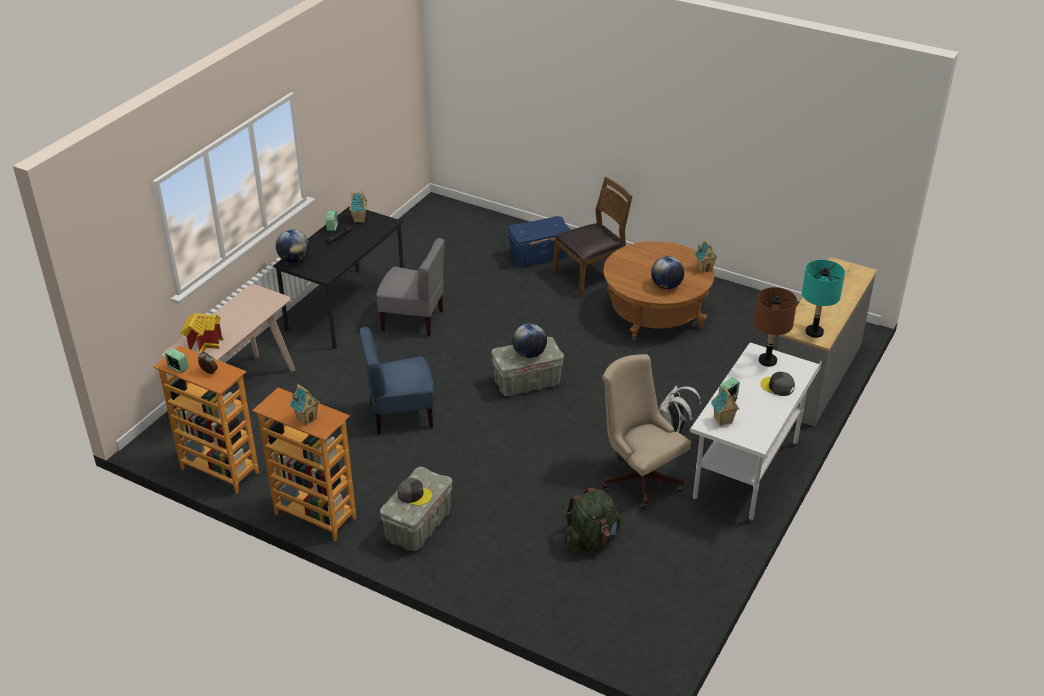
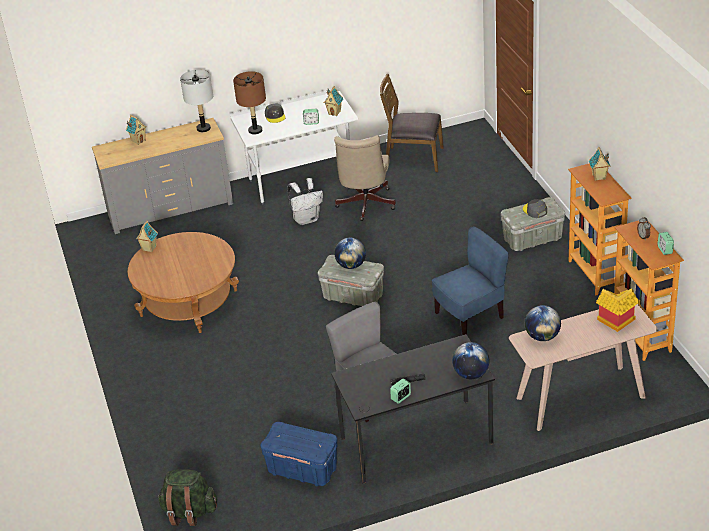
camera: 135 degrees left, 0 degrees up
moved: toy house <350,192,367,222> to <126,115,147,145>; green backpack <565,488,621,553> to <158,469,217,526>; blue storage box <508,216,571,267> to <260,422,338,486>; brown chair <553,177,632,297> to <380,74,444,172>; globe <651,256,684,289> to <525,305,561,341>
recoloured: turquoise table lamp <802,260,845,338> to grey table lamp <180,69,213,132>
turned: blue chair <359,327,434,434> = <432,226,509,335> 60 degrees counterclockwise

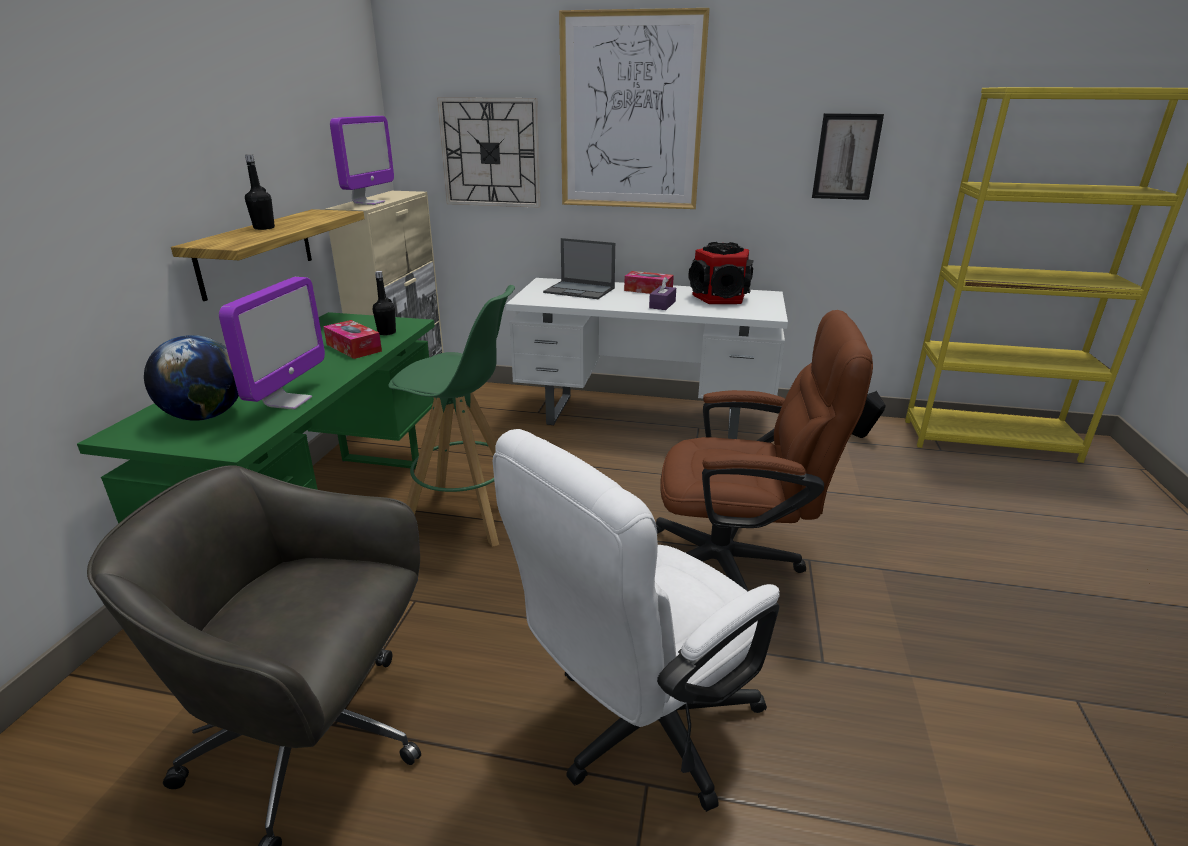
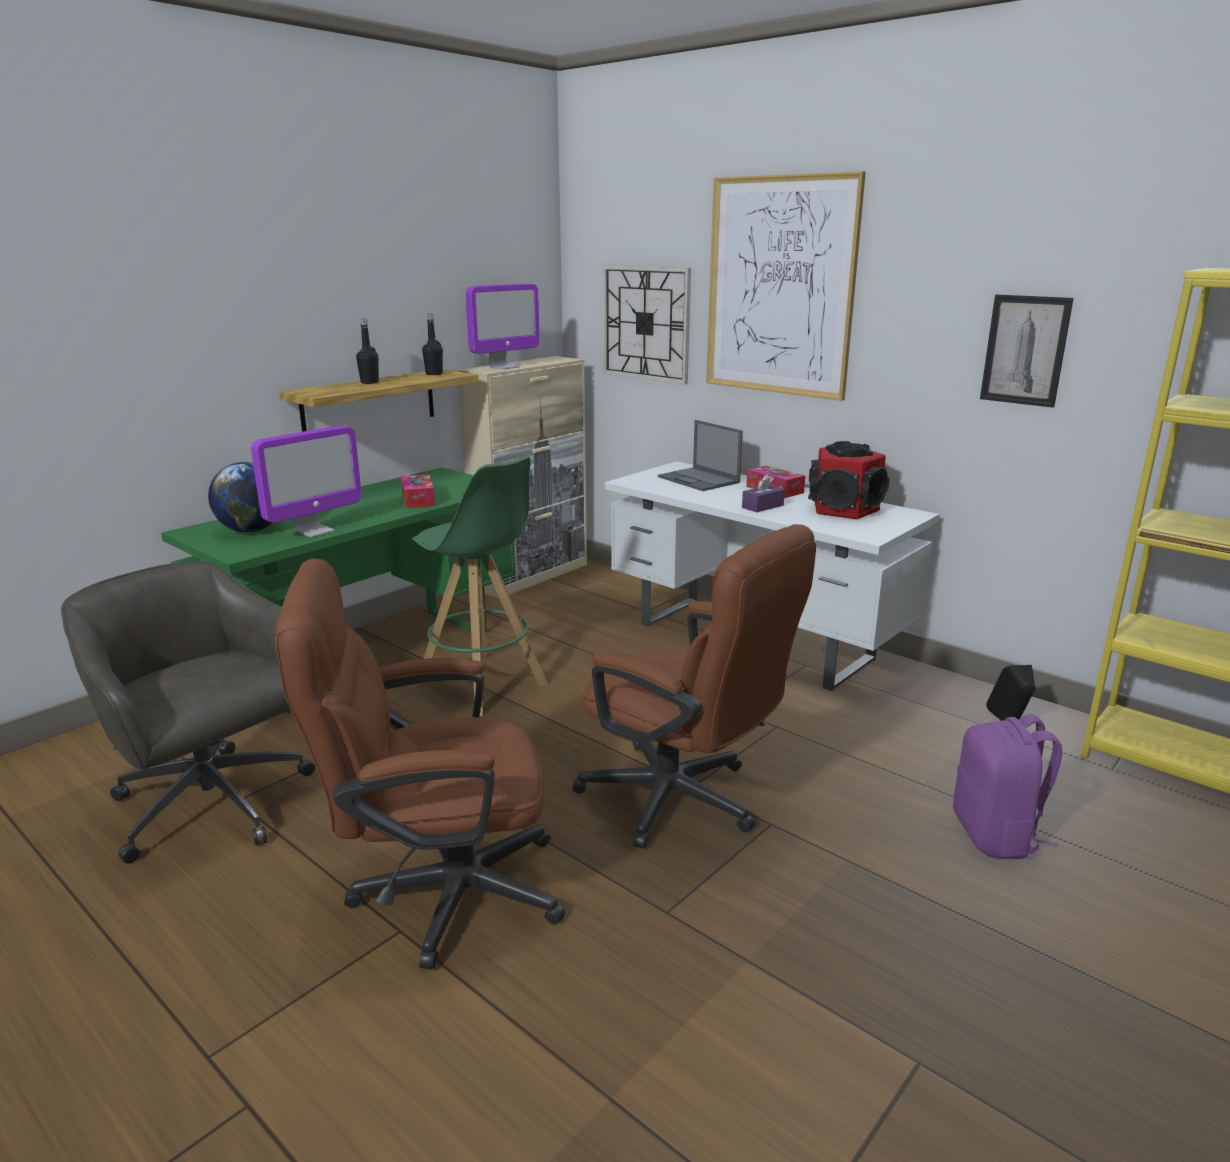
camera: 30 degrees right, 5 degrees down
added: purple backpack <953,714,1062,859>
moved: black bottle <372,271,396,335> to <422,314,443,375>
recoloured: white office chair <493,429,780,812> to brown office chair <275,558,565,969>

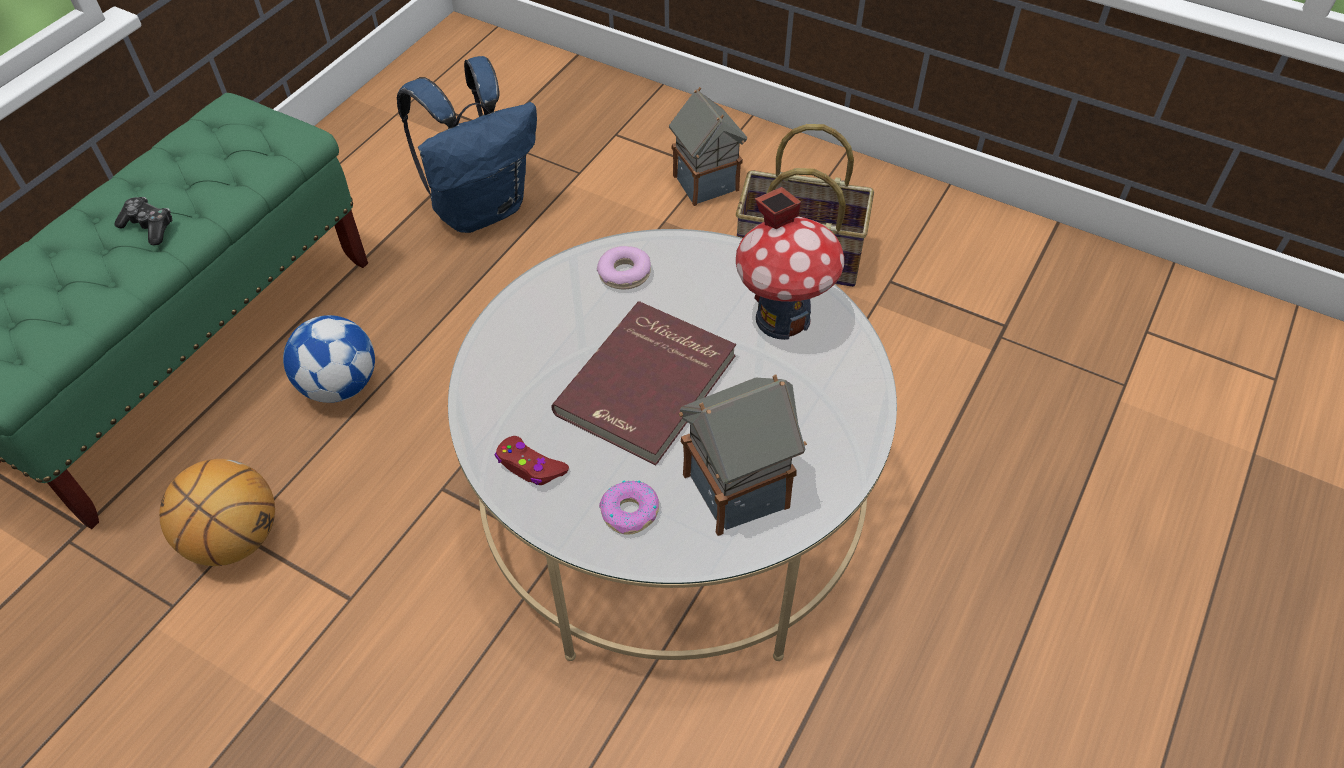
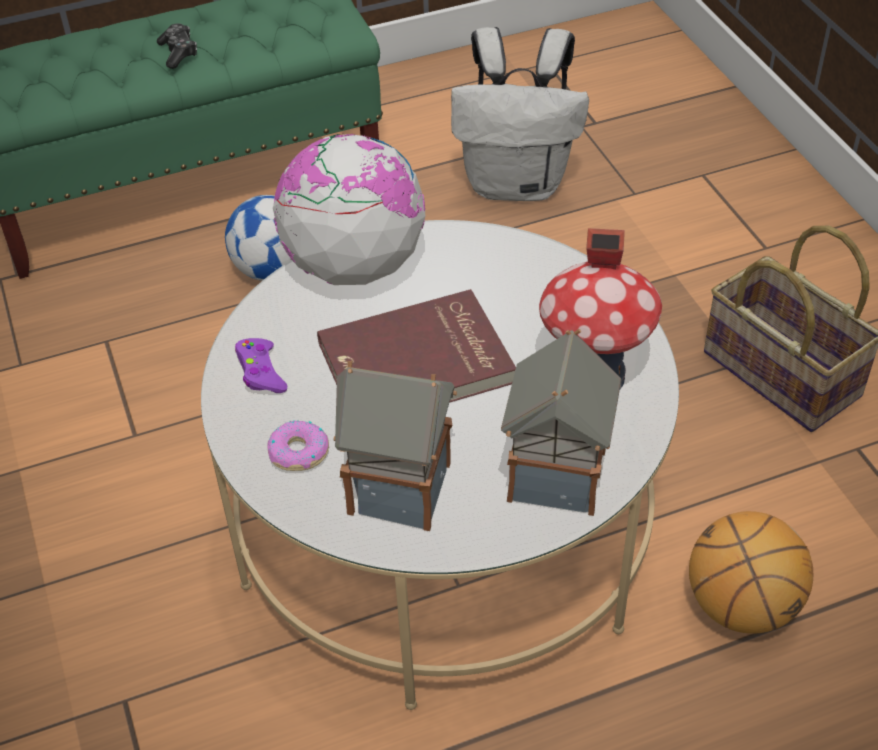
camera: 40 degrees right, 5 degrees down
removed: donut <597,246,651,289>
added: globe <273,134,425,285>
moved: toy house <669,87,747,206> to <501,329,621,516>; basketball <159,459,275,566> to <689,511,813,634>
recoloured: red game controller <495,436,569,485> to purple game controller <235,338,287,393>; blue backpack <397,56,537,233> to white backpack <451,27,589,201>

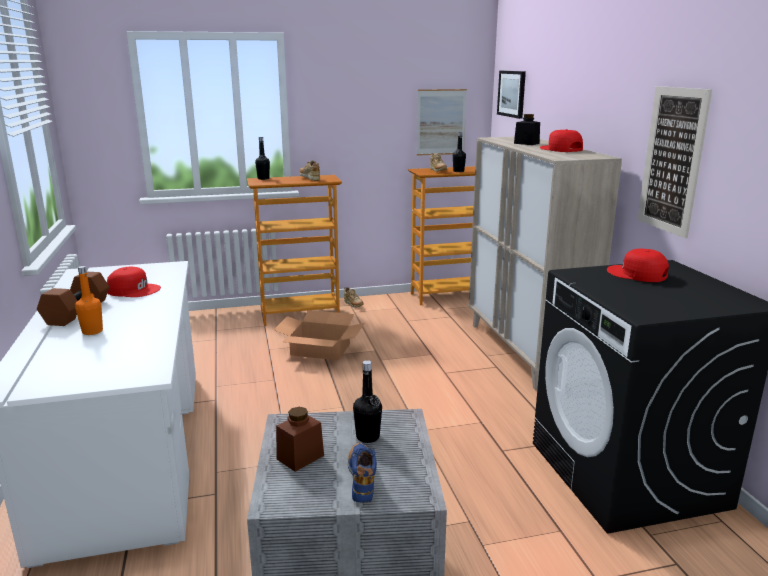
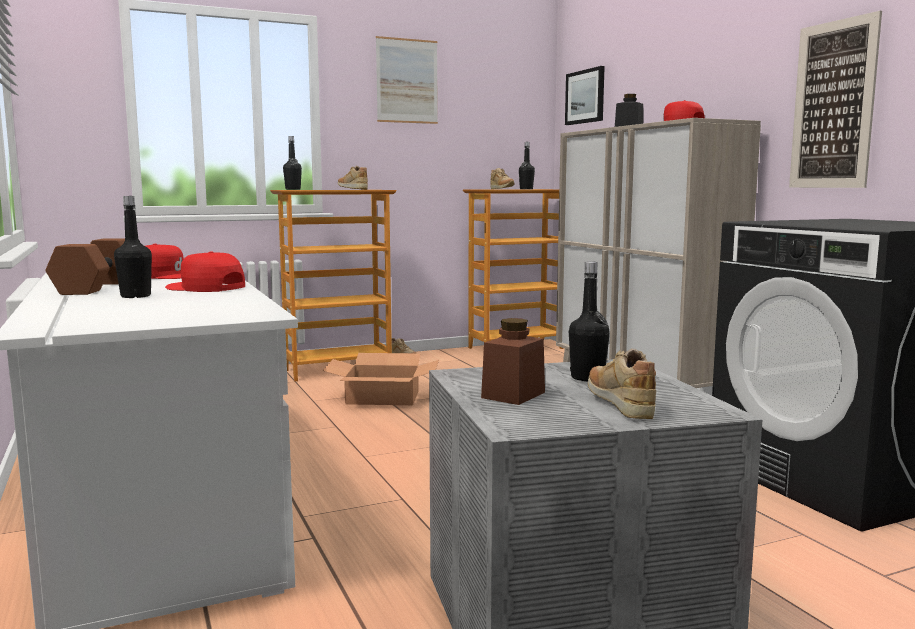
camera: 10 degrees left, 10 degrees down
moved: red cap <607,249,669,282> to <165,251,245,292>; picture <417,89,467,156> to <376,36,438,124>
recoloured: orange bottle <75,266,103,335> to black bottle <114,196,152,298>; blue shoe <348,443,377,503> to beige shoe <588,349,656,419>

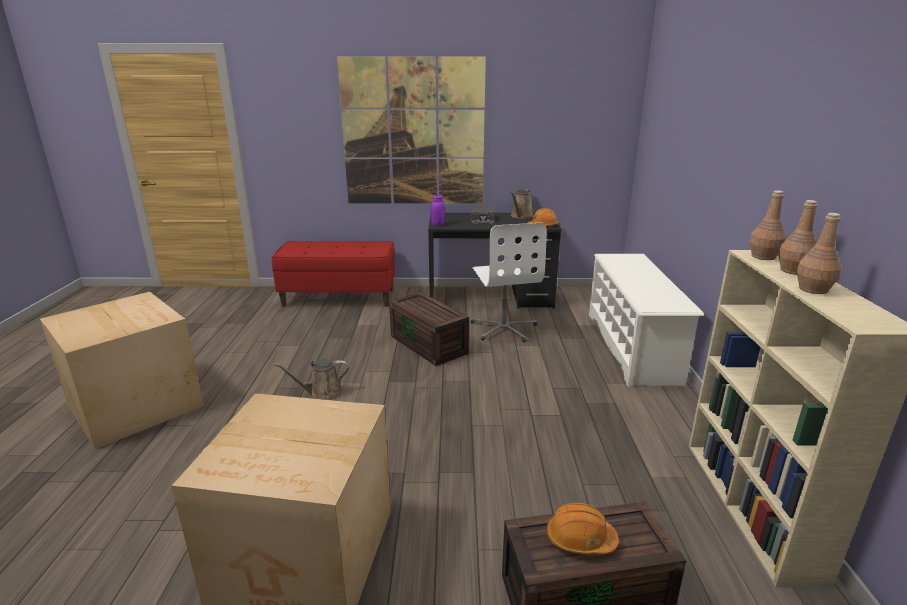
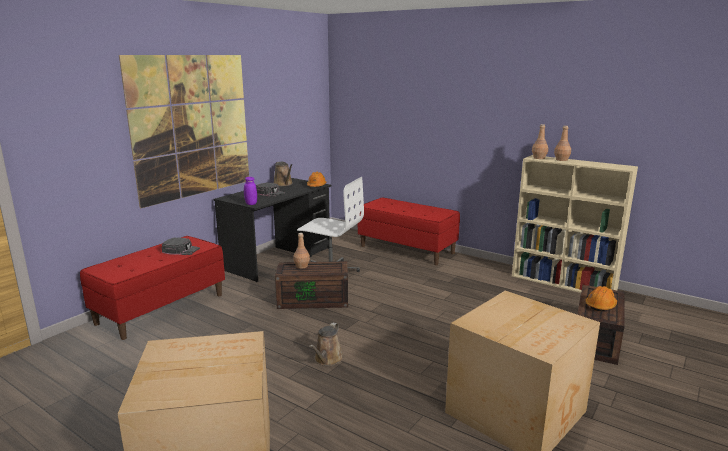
camera: 55 degrees left, 5 degrees down
added: black cap <162,237,200,255>
moved: brown bottle <797,213,841,294> to <293,233,310,269>
replaced: white shoe rack <589,254,704,387> to red bench <358,198,460,265>

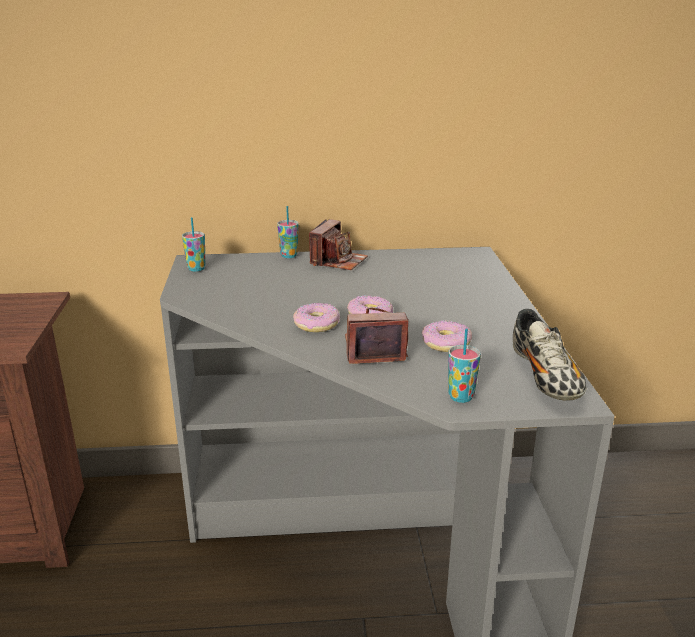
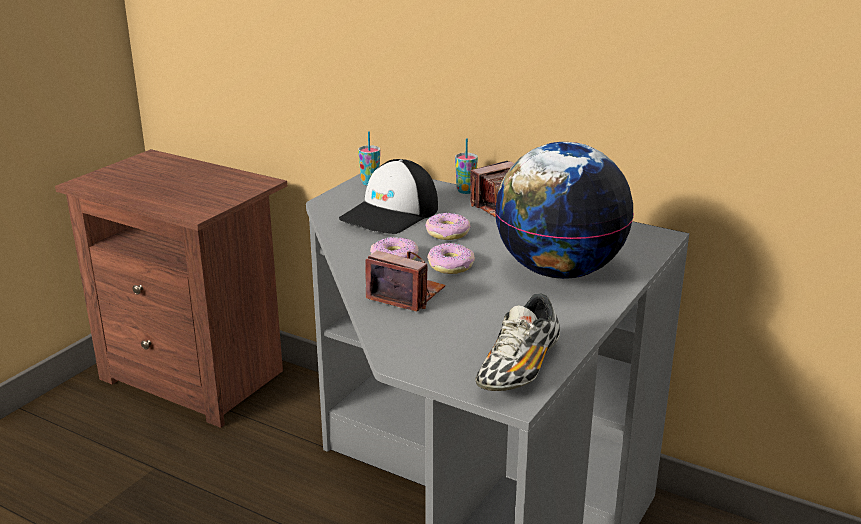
camera: 35 degrees right, 0 degrees up
removed: cup <448,328,481,403>
added: cap <339,159,438,234>; globe <495,142,634,279>
moved: donut <422,320,472,352> to <425,213,471,240>

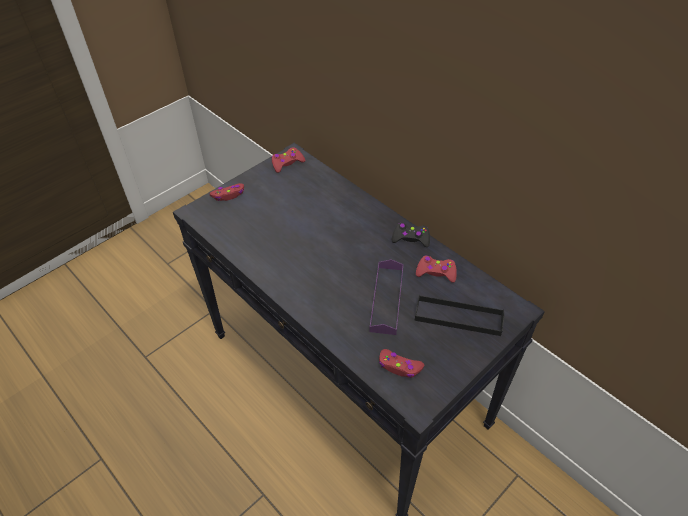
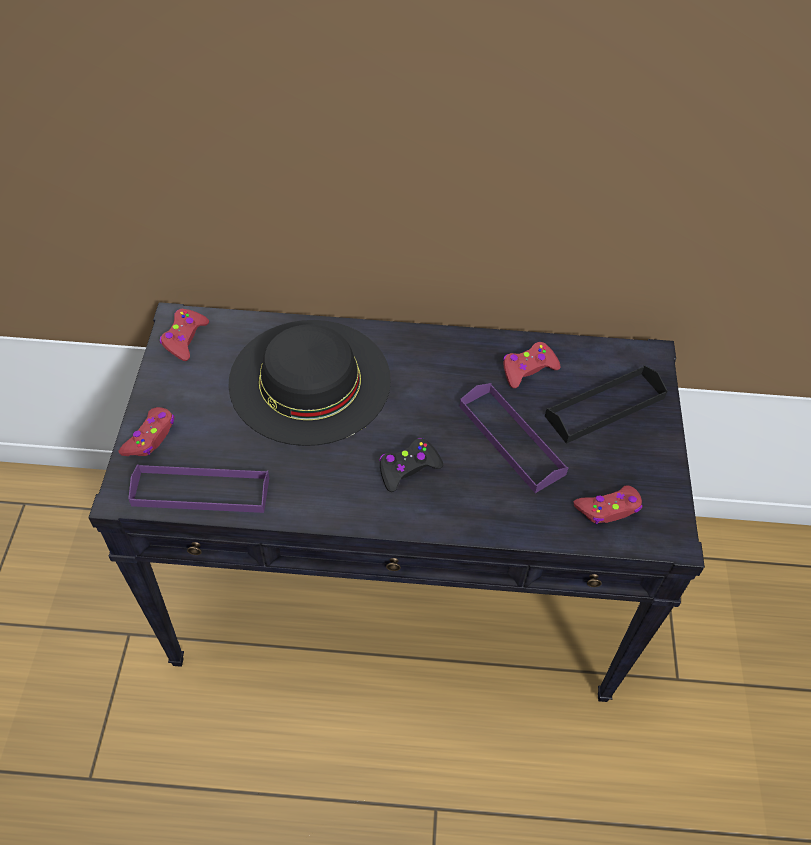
camera: 45 degrees left, 5 degrees up
added: purple tray <128,464,269,513>; black hat <228,320,391,446>
moved: black game controller <392,223,430,247> to <379,438,443,492>

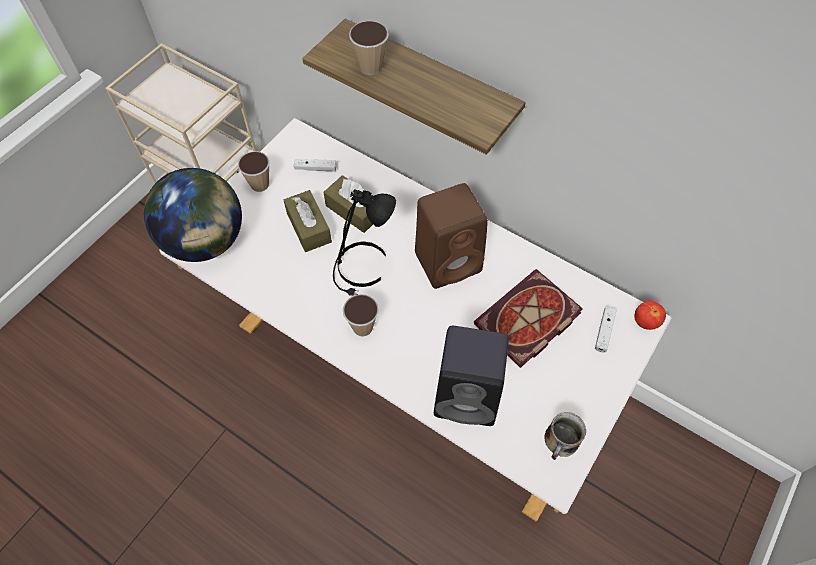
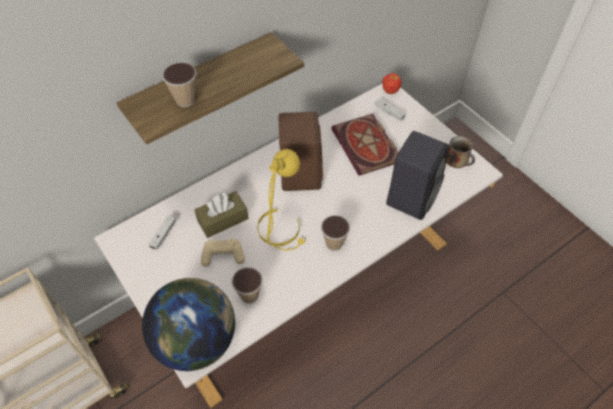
camera: 70 degrees left, 5 degrees down
moved: cup <238,151,270,192> to <232,267,262,304>
replaced: brown tissue box <284,190,332,252> to beige game controller <201,239,245,267>
recoloured: black table lamp <333,189,396,296> to yellow table lamp <257,149,306,251>

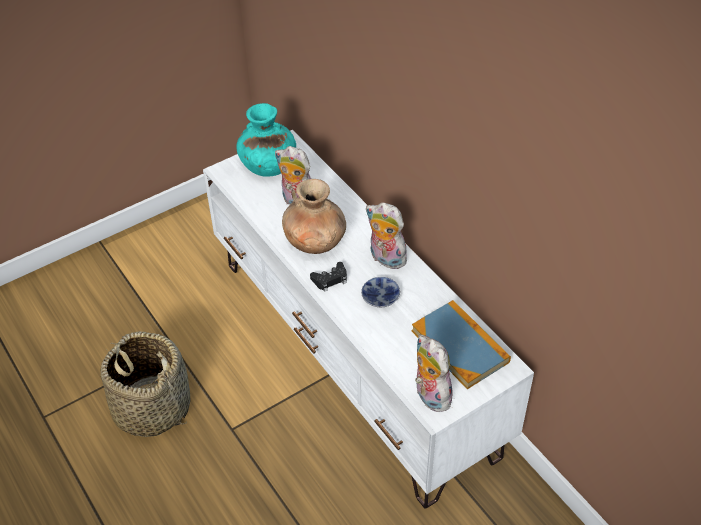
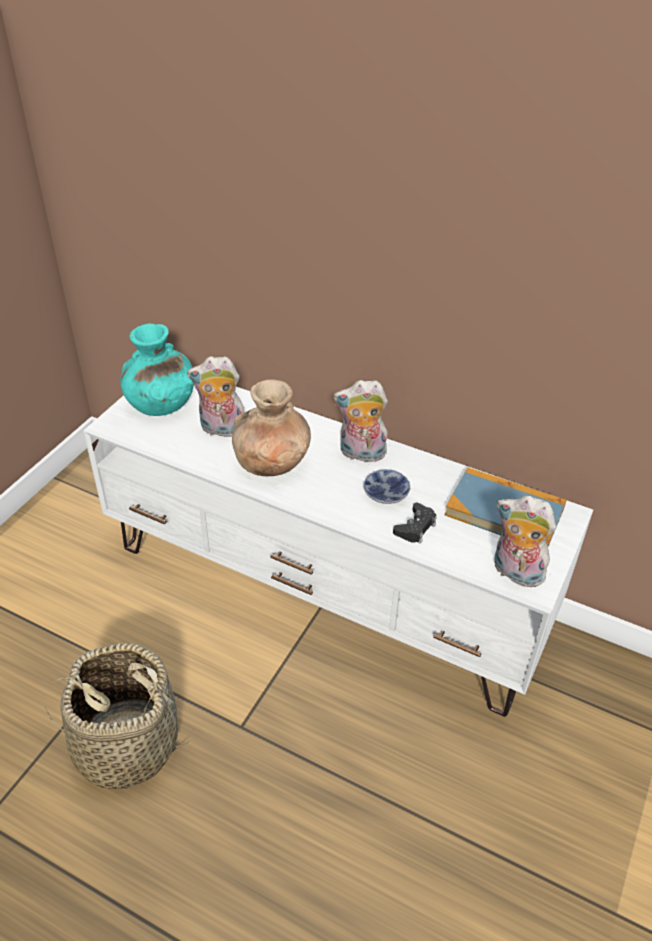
camera: 30 degrees left, 5 degrees down
moved: black game controller <310,262,347,292> to <393,503,437,543>

